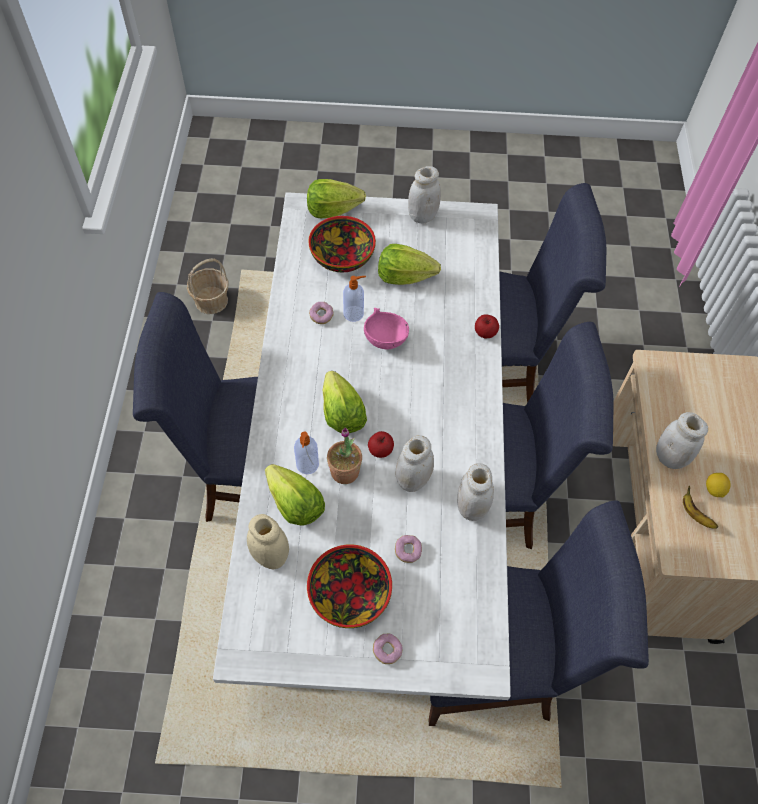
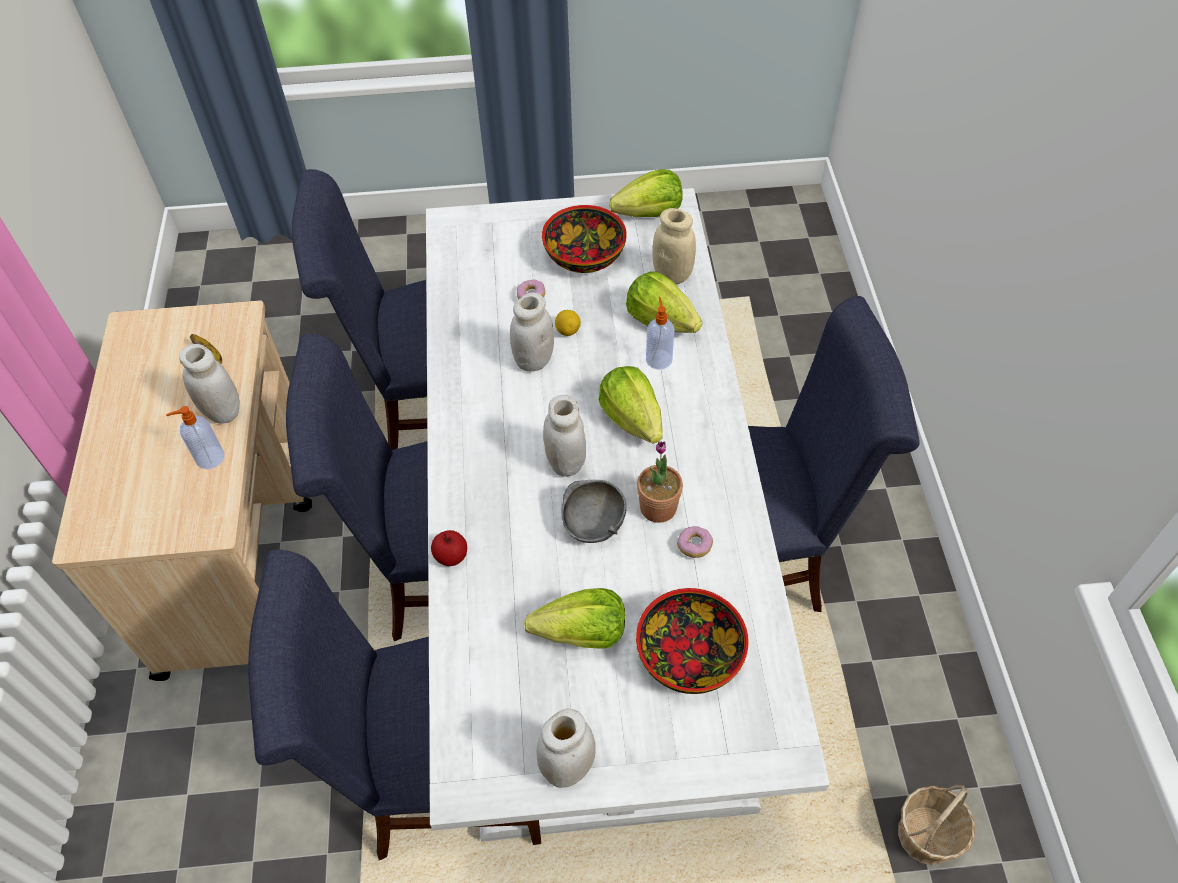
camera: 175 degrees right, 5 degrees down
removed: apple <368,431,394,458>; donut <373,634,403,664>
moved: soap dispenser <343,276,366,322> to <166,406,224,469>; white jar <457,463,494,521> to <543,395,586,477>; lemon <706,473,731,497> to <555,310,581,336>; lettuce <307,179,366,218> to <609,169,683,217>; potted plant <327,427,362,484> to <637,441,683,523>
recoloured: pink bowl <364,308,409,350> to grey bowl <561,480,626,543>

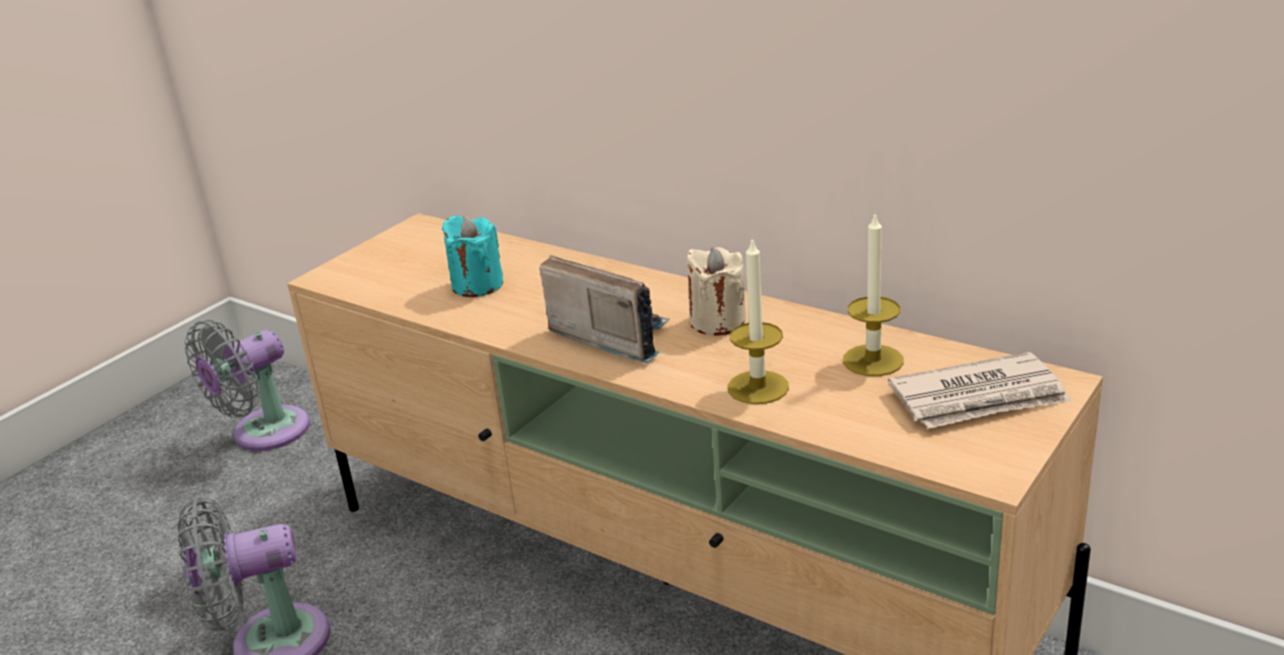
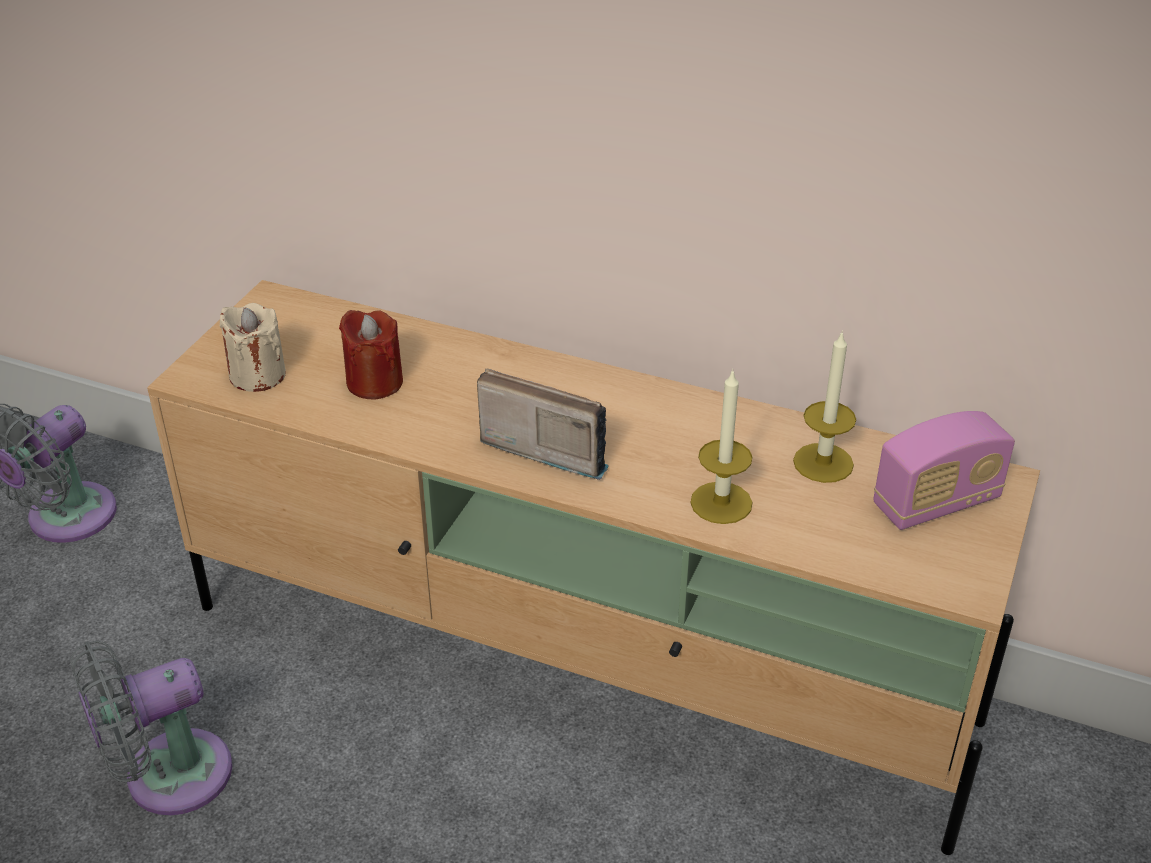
camera: 15 degrees left, 10 degrees up
moved: beige candle <687,247,746,336> to <220,303,286,392>
replaced: newspaper <888,352,1071,429> to radio <874,411,1015,530>
recoloured: turquoise candle <442,216,503,297> to red candle <339,310,403,399>

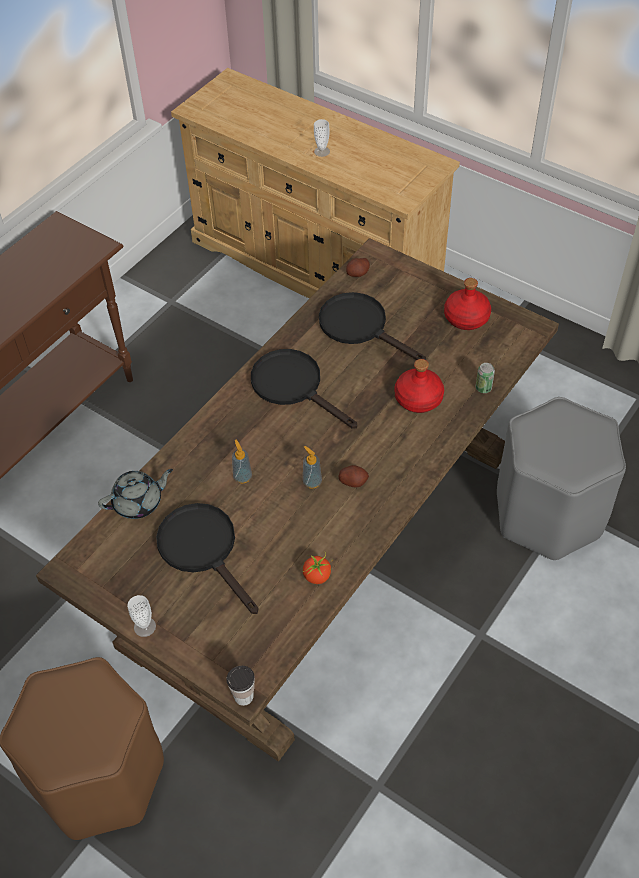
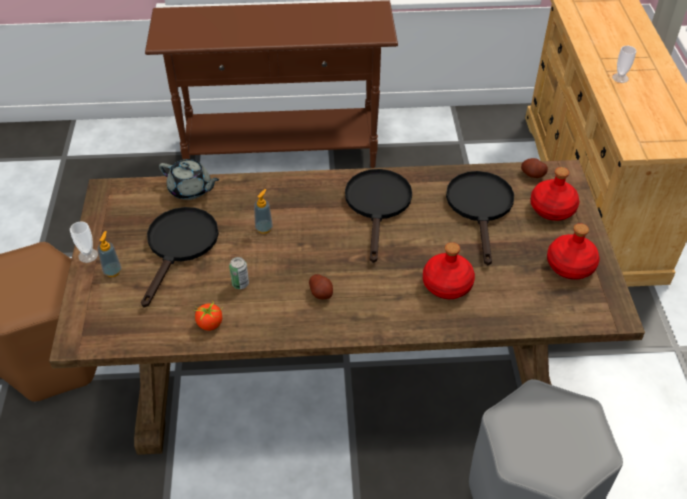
camera: 50 degrees right, 5 degrees down
removed: cup <226,666,255,706>
added: red bottle <530,167,579,221>
moved: soap dispenser <303,446,322,489> to <97,231,122,277>; can <476,363,495,393> to <229,257,249,289>

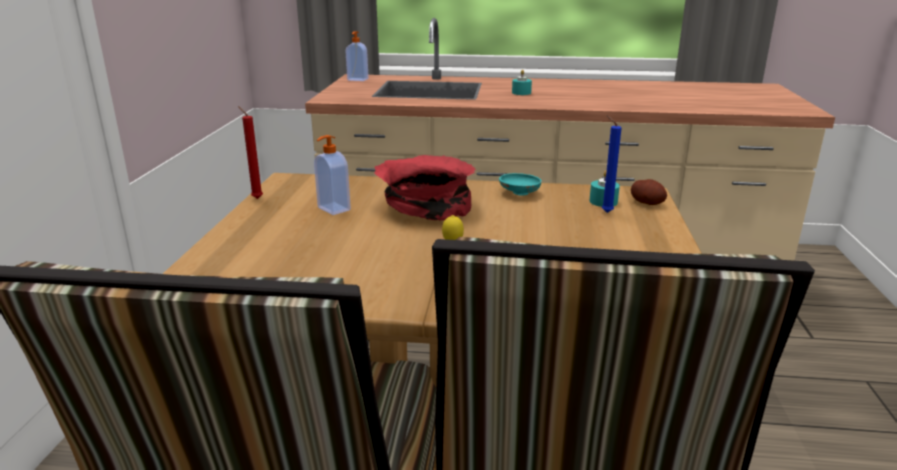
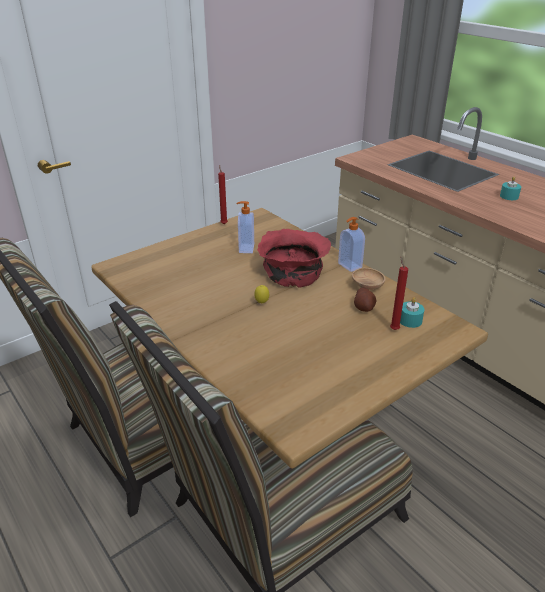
camera: 45 degrees right, 10 degrees up
moved: soap dispenser <346,31,369,81> to <338,217,365,272>; potato <631,179,667,205> to <354,288,377,312>
recoloured: turquoise bowl <499,173,542,195> to brown bowl <352,268,386,290>; blue candle <602,116,622,213> to red candle <390,257,408,330>

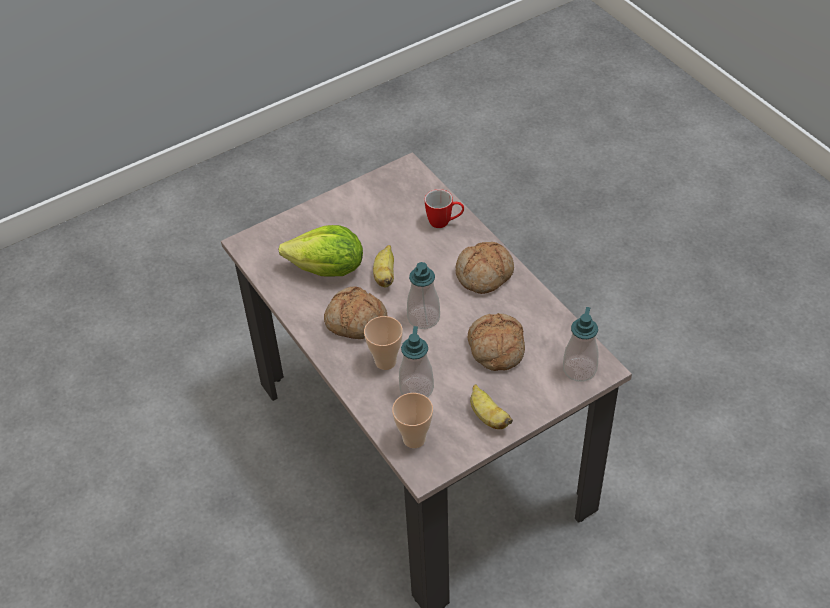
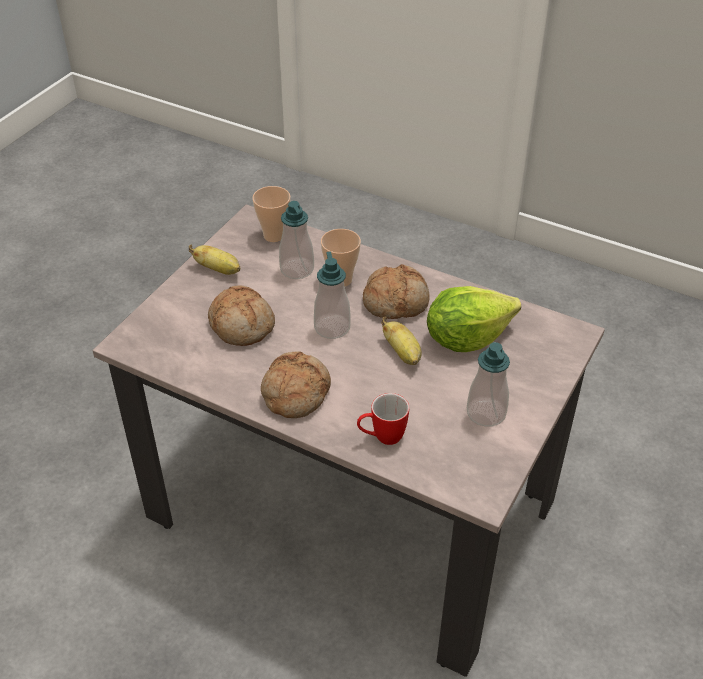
camera: 150 degrees right, 5 degrees down
moved: soap dispenser <563,307,598,382> to <467,342,510,427>

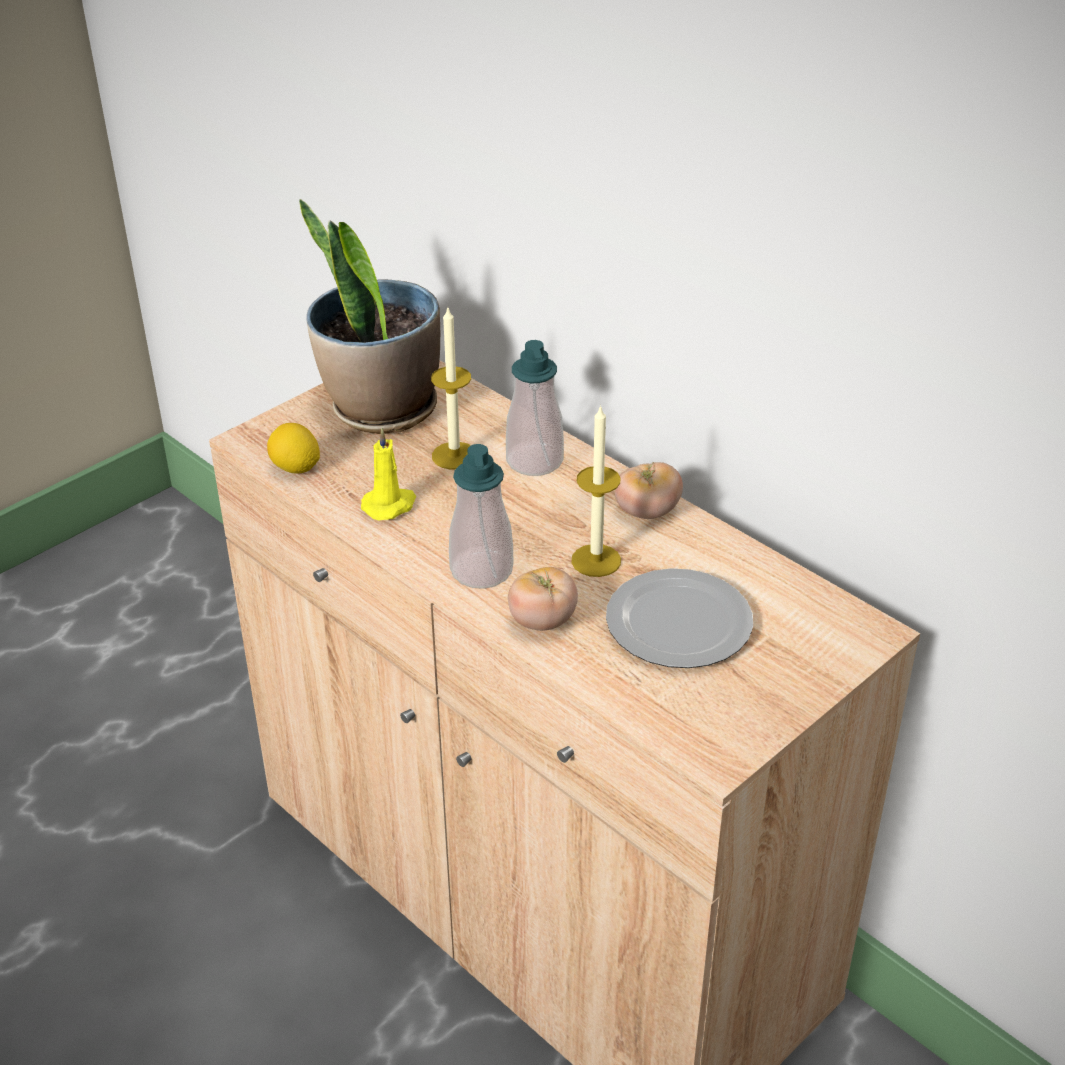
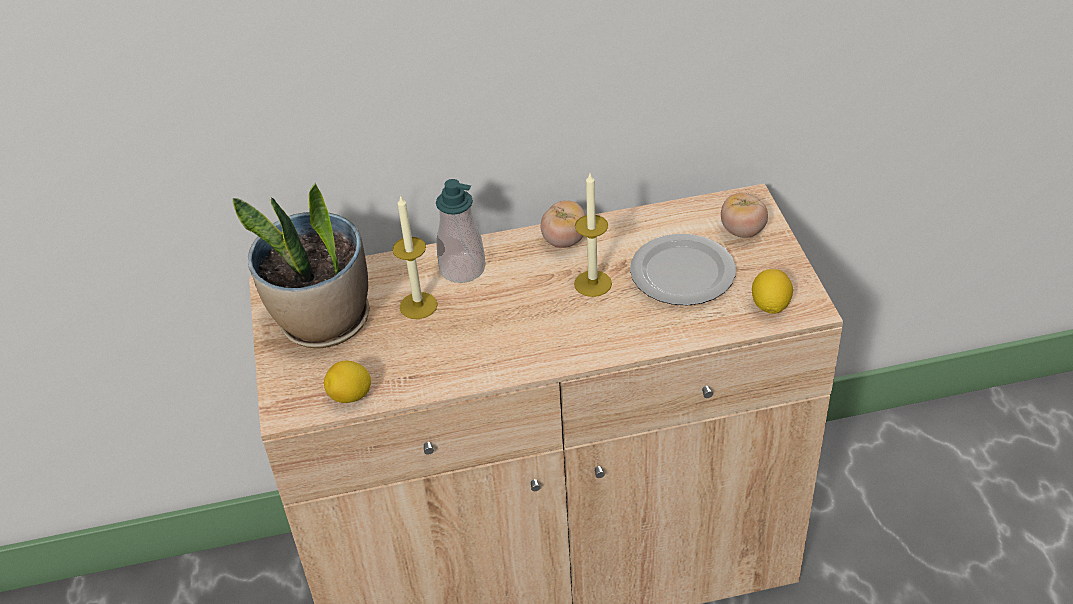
camera: 55 degrees left, 5 degrees up
removed: yellow candle <361,428,416,520>; soap dispenser <449,444,513,589>
added: lemon <752,269,793,314>
moved: tomato <508,567,578,631> to <721,192,768,238>

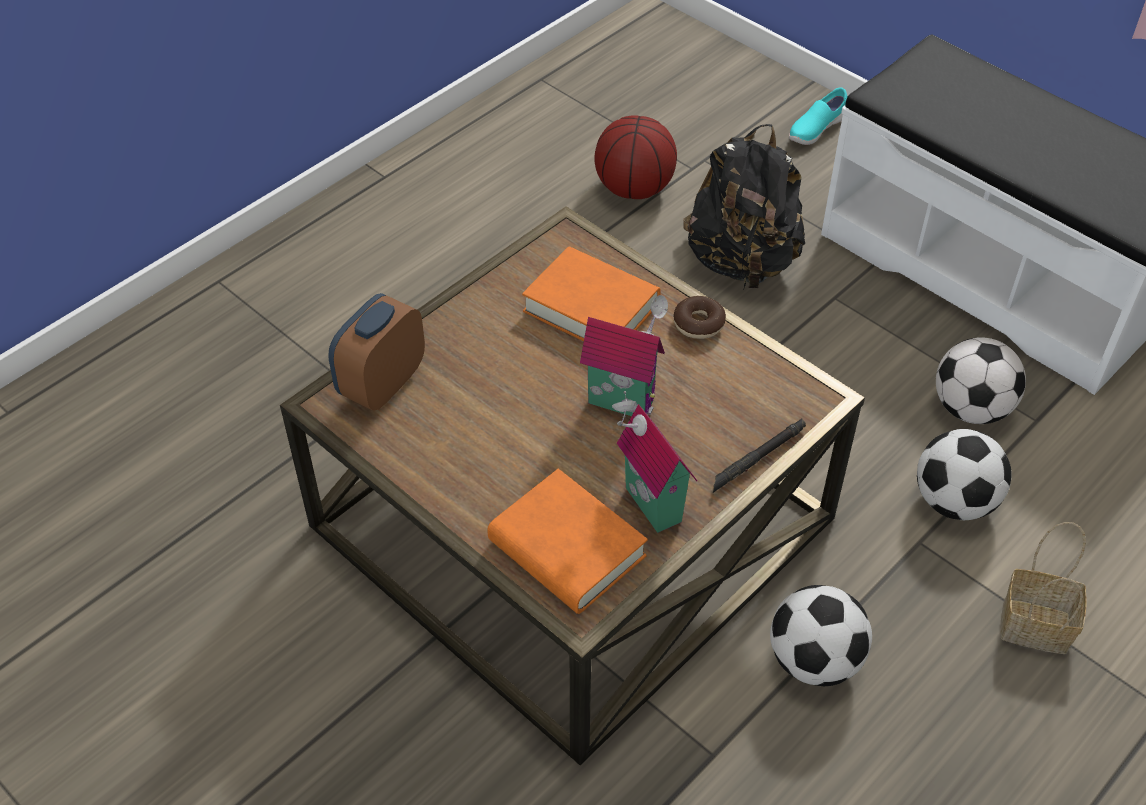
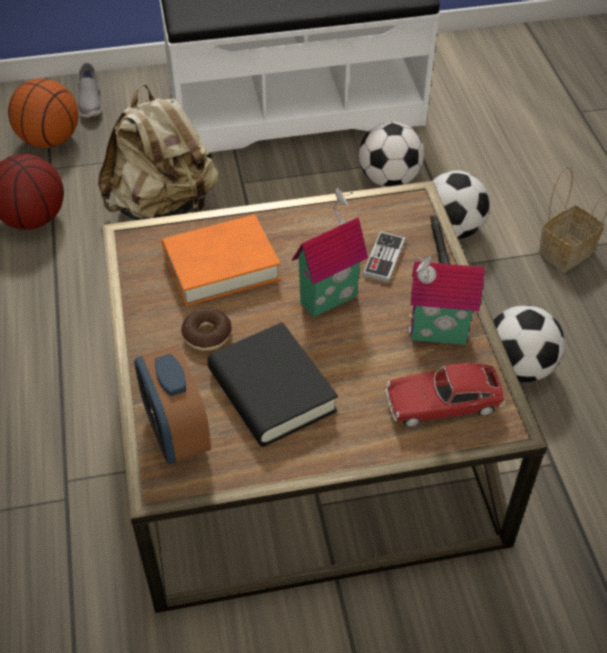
camera: 55 degrees left, 0 degrees up
added: basketball <8,78,79,148>; black book <207,322,338,447>; game controller <362,231,406,283>
moved: donut <673,296,726,339> to <181,308,232,351>
replaced: orange book <487,469,648,614> to toy car <386,363,505,427>
recoloured: turquoise shoe <789,87,848,145> to grey shoe <78,62,102,118>; black backpack <683,124,805,289> to beige backpack <98,84,218,220>

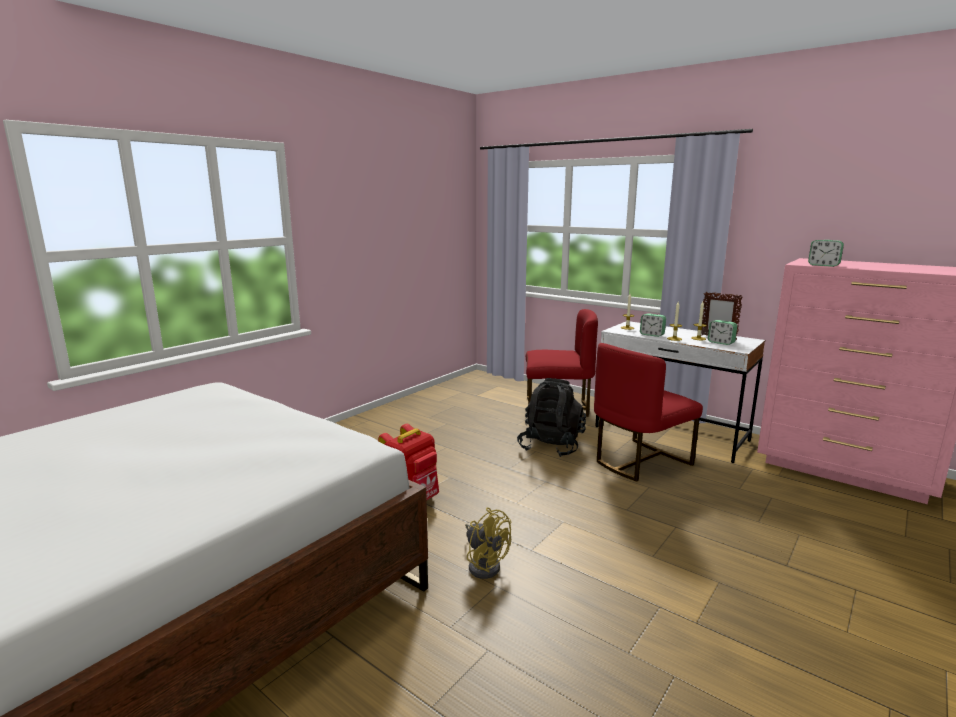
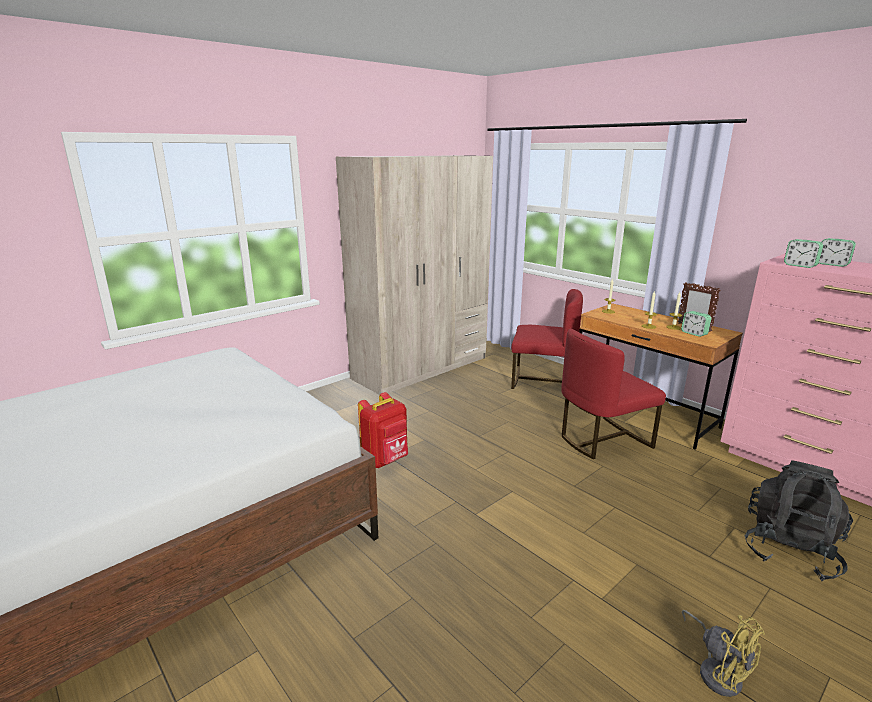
camera: 10 degrees right, 5 degrees up
added: beige wardrobe <336,155,493,395>
moved: yellow fan <465,508,511,579> to <682,610,765,697>; black backpack <517,378,586,457> to <745,460,853,581>; alarm clock <640,313,666,337> to <819,238,856,267>
recoloured: white desk <595,321,765,463> to brown desk <579,303,743,450>

